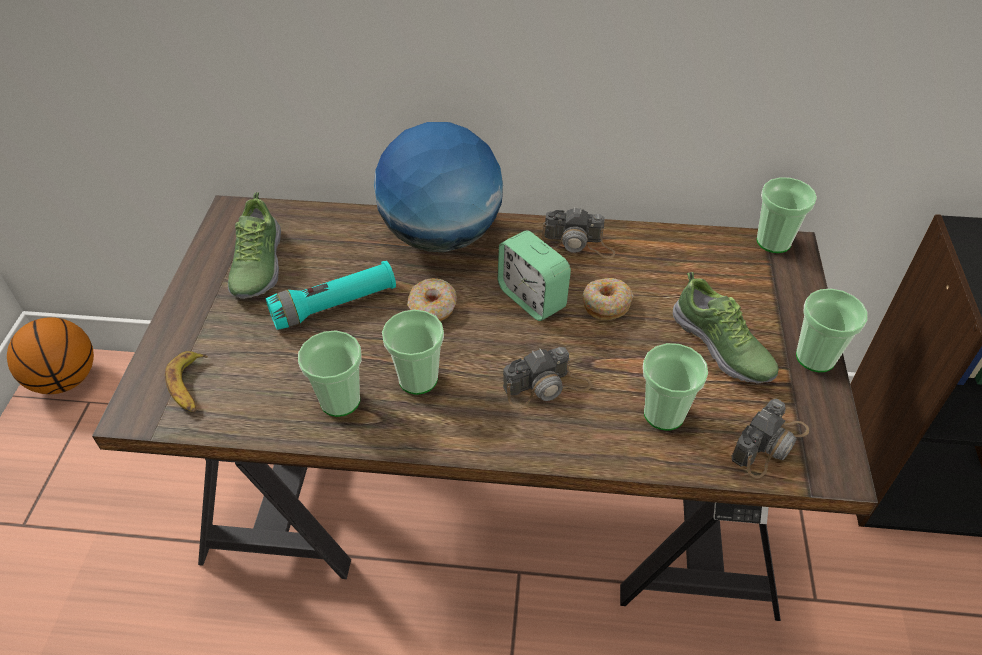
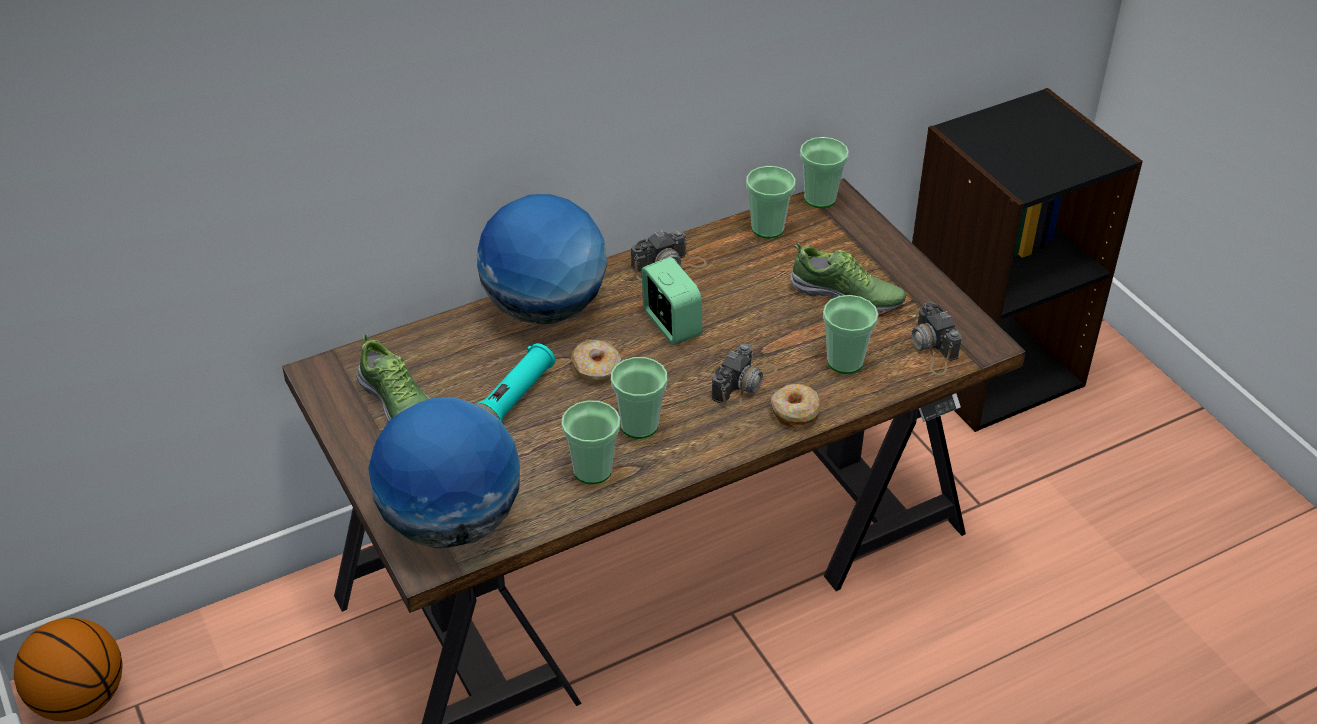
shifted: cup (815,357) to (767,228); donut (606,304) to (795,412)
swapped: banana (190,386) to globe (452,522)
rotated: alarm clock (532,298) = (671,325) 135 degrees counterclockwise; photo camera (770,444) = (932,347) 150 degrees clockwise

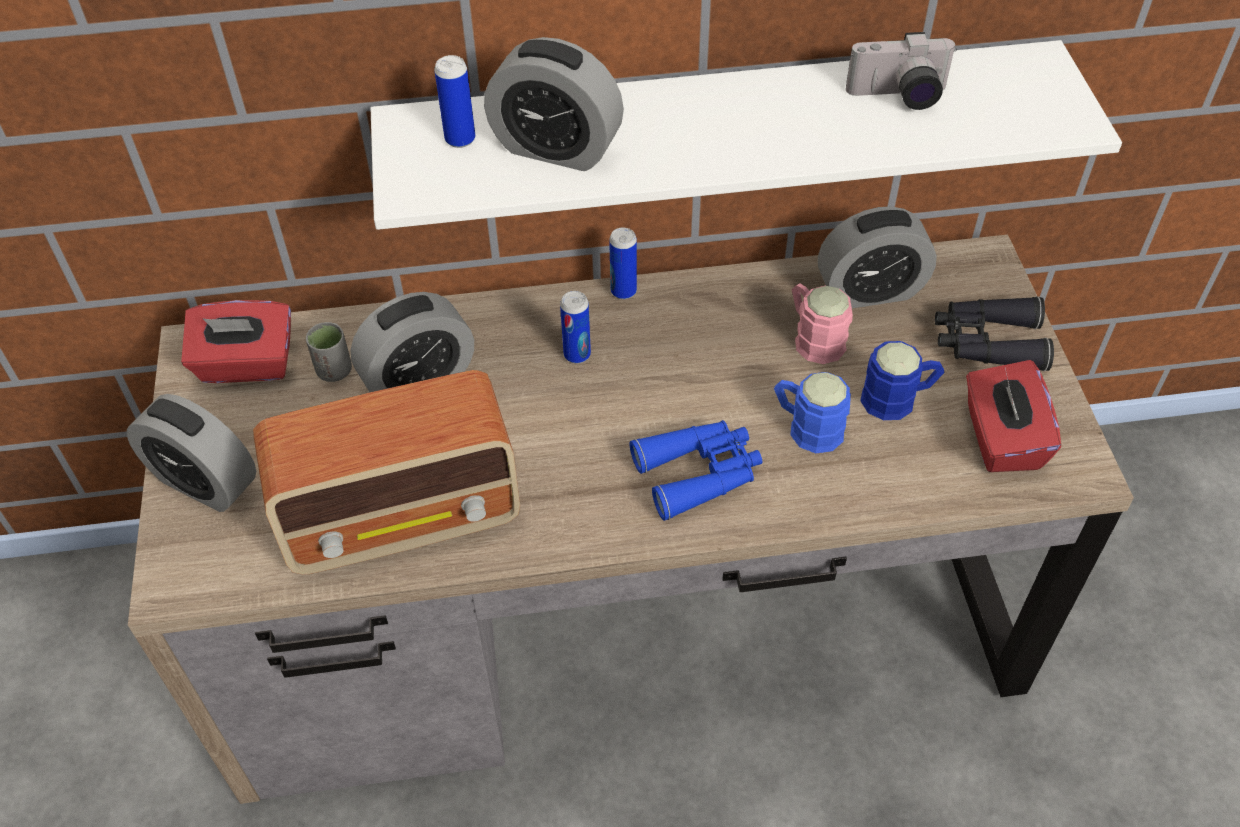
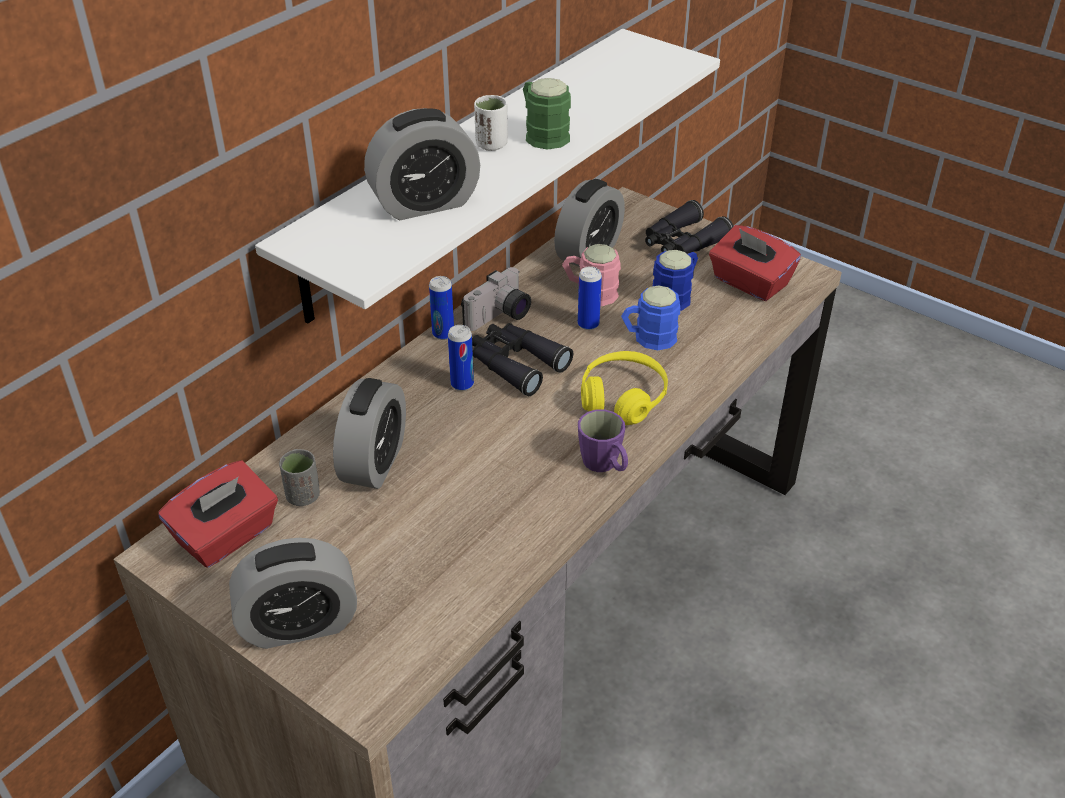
gone: radio (404,517)
new: black binoculars (515,364); white cup (491,145); green mug (542,134); purple mug (604,465)
shifted: photo camera (899,97) to (500,317); can (460,139) to (588,324)
swapped: blue binoculars (699,473) to yellow headphones (622,398)

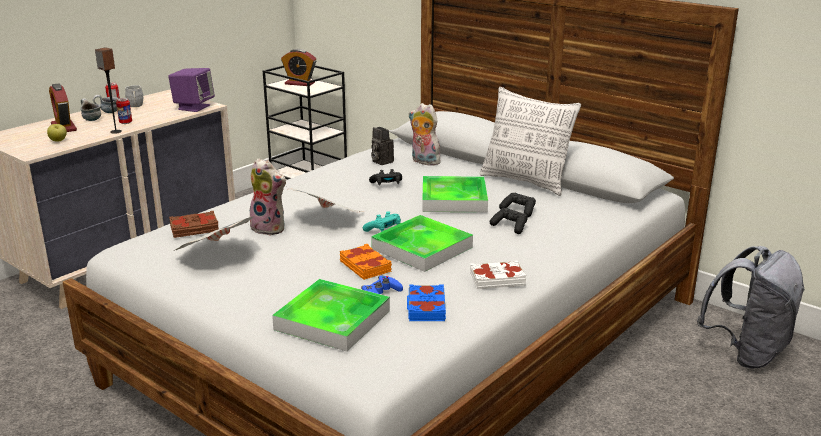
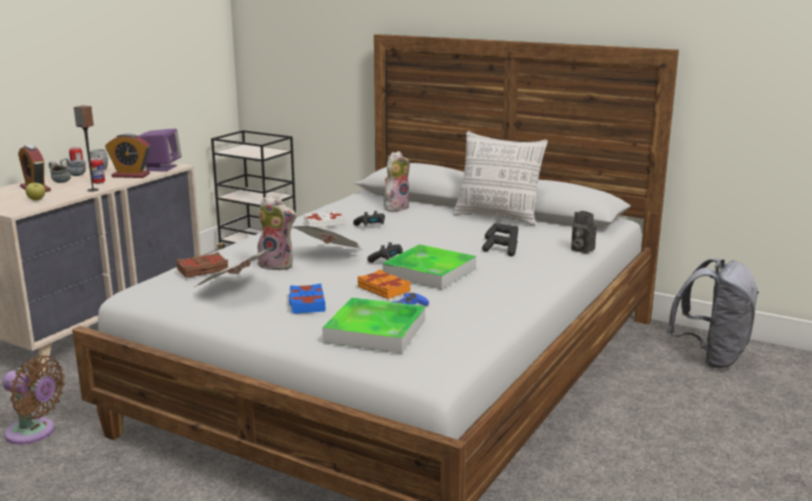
gone: tray (454,199)
new: brown fan (34,433)
shifted: alarm clock (300,83) to (130,175); blue book (425,308) to (306,304); white book (496,279) to (324,223); photo camera (381,161) to (581,249)
repainted: turquoise game controller (383,229) to black game controller (386,260)
rotated: plush toy (423,162) = (396,207) 105 degrees clockwise

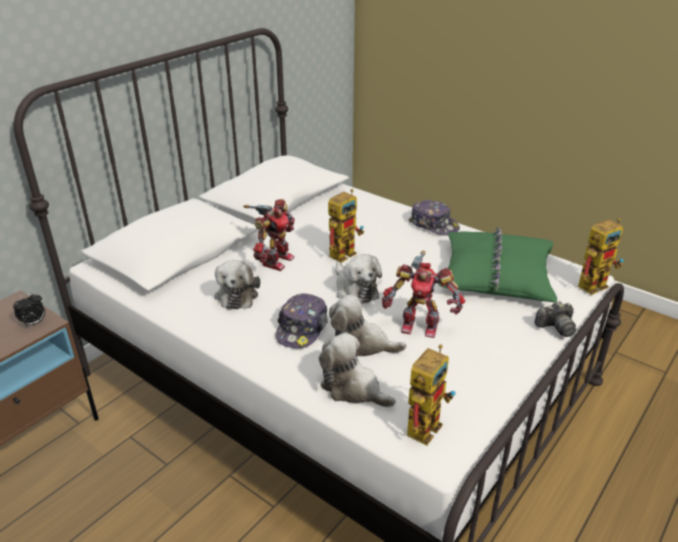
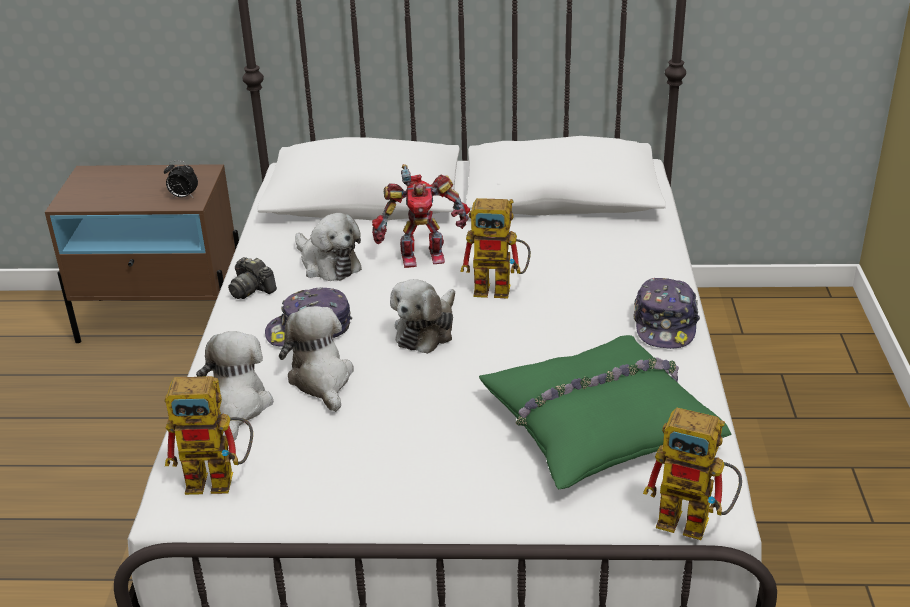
gone: toy robot (420,325)
shifted: photo camera (556,327) to (251,289)
rotated: plush toy (237,294) = (328,264) 90 degrees counterclockwise

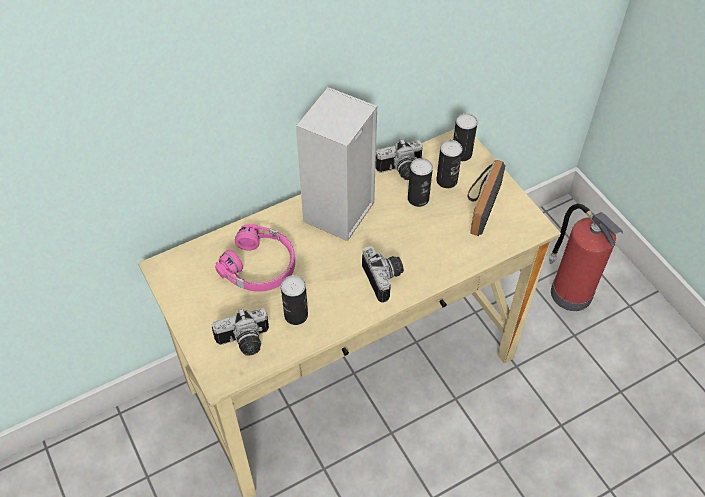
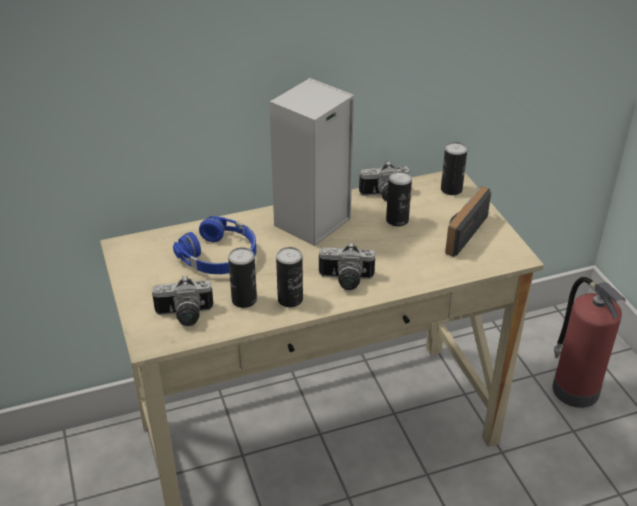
shifted: can (446,180) to (290,299)
repainted: pink headphones (260,266) to blue headphones (220,256)
rotated: photo camera (385,278) = (345,281) 105 degrees clockwise

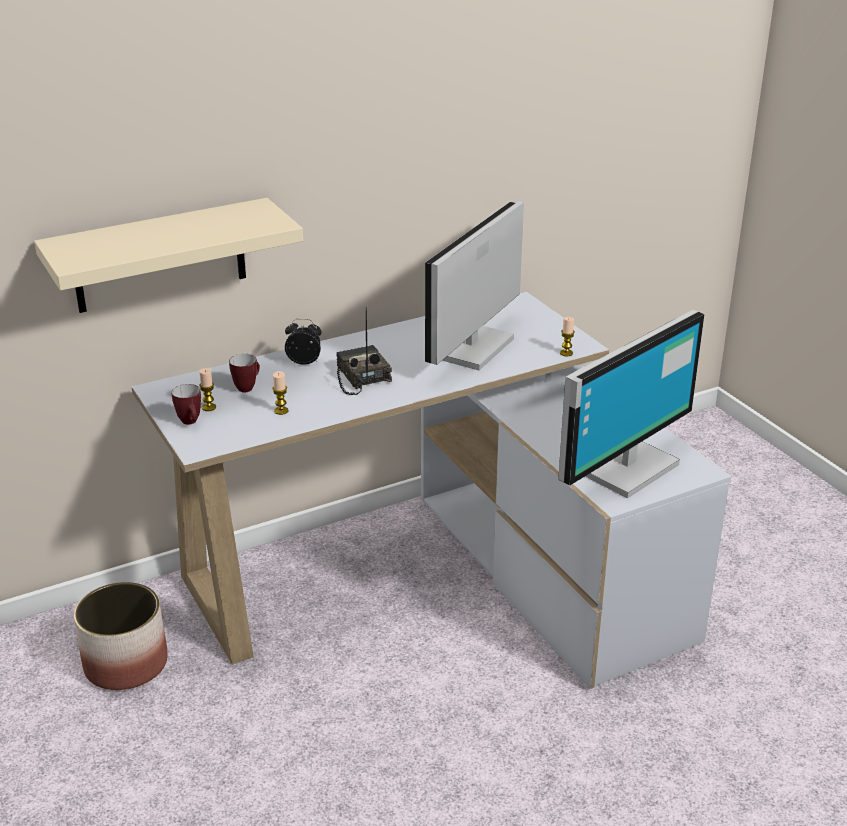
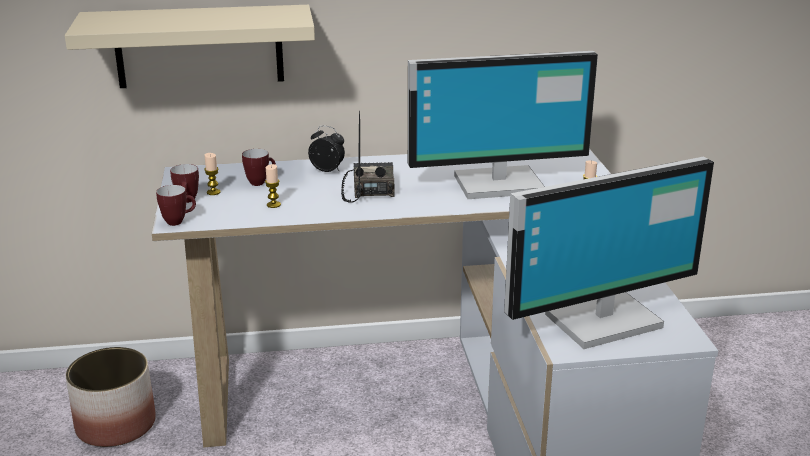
new: mug (178,221)
rotated: monitor (475,348) = (497,183) 150 degrees counterclockwise

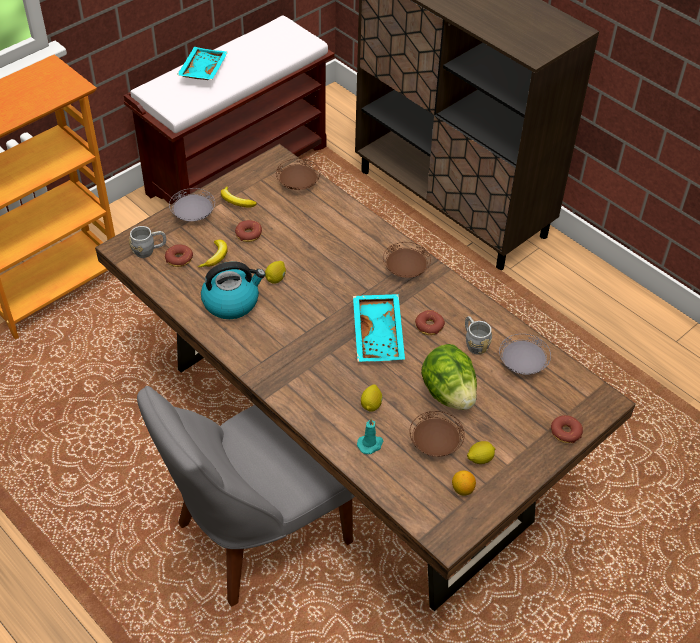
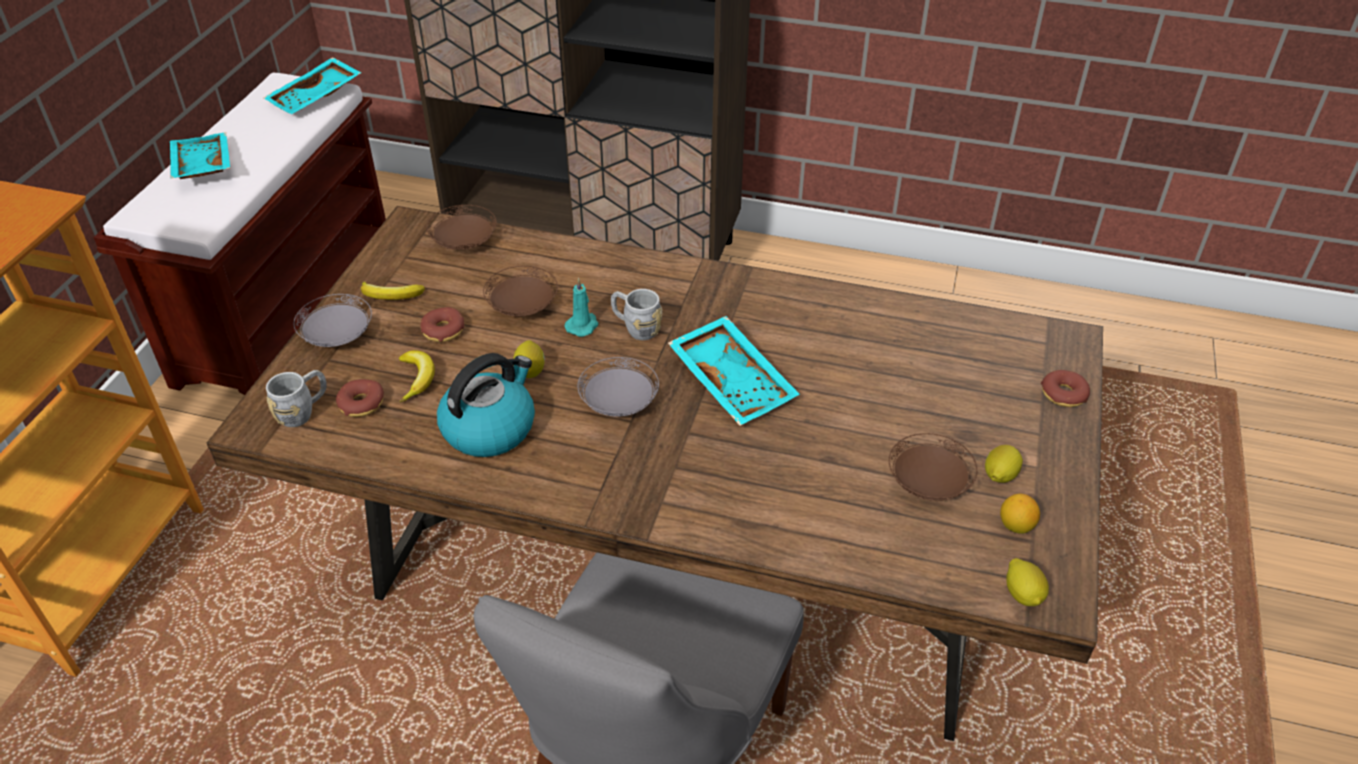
gone: donut (429,326); lettuce (448,393)
new: turquoise tray (316,97)
shifted: brown plate (406,270) to (523,307); turquoise candle (370,444) to (583,325); grey plate (522,363) to (619,403); grey mug (474,343) to (636,328); lemon (371,405) to (1023,594)

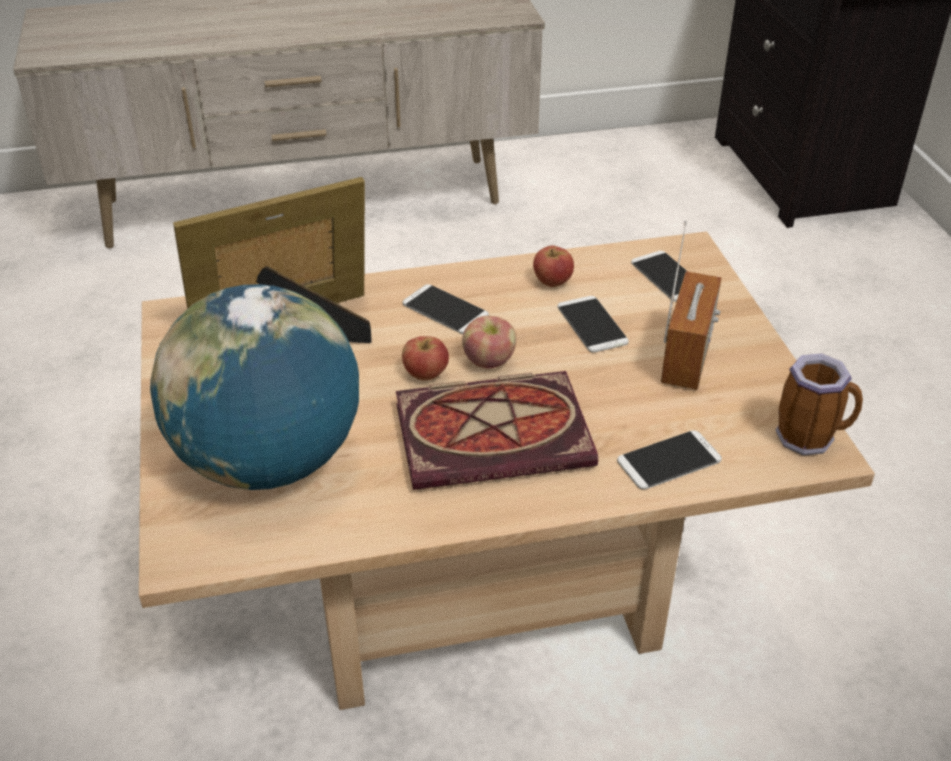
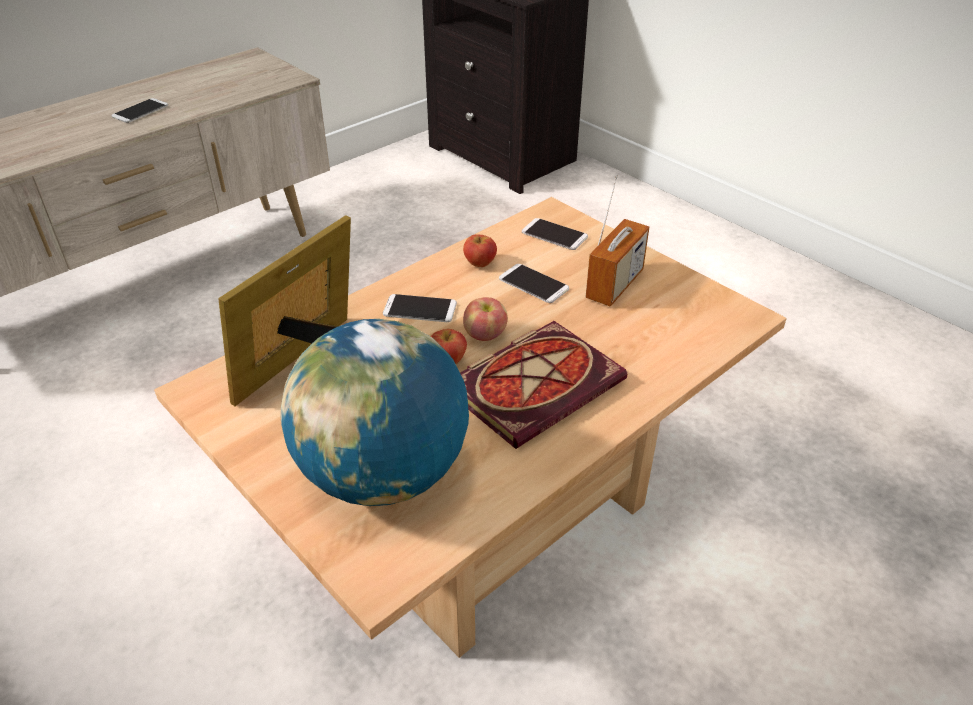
gone: mug (810,437)
shifted: phone (669,461) to (140,111)
rotated: radio (687,358) = (614,285) 45 degrees clockwise

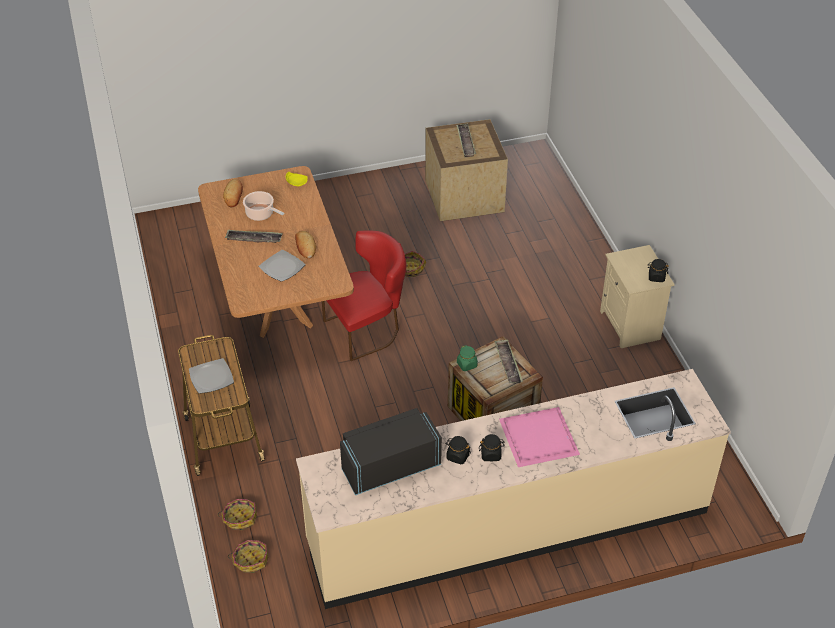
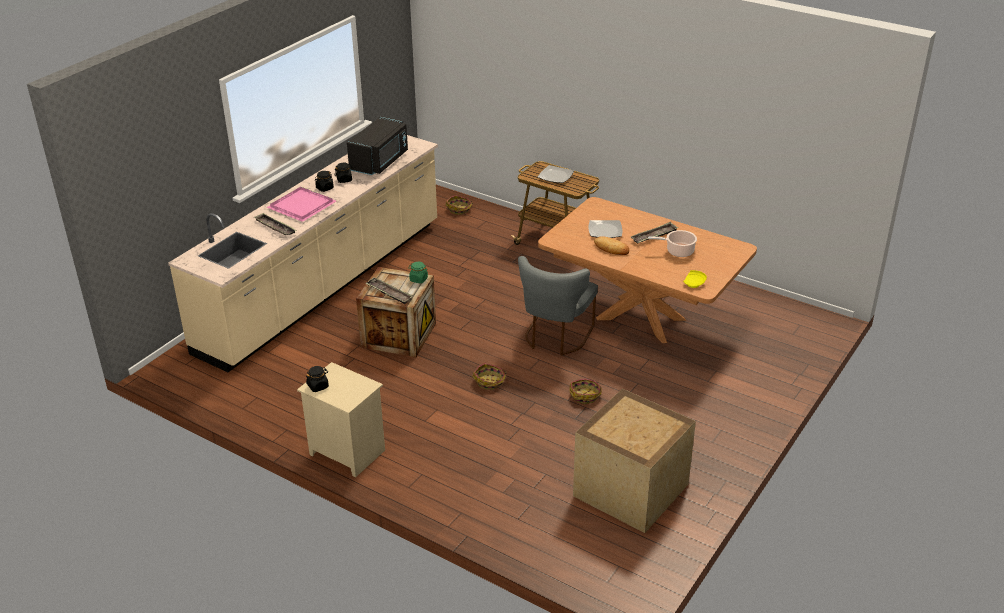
gone: bread (234,195)
shifted: tray (465,142) to (275,227); basket (240,518) to (490,381)
repainted: red chair (367,329) to grey chair (555,337)

